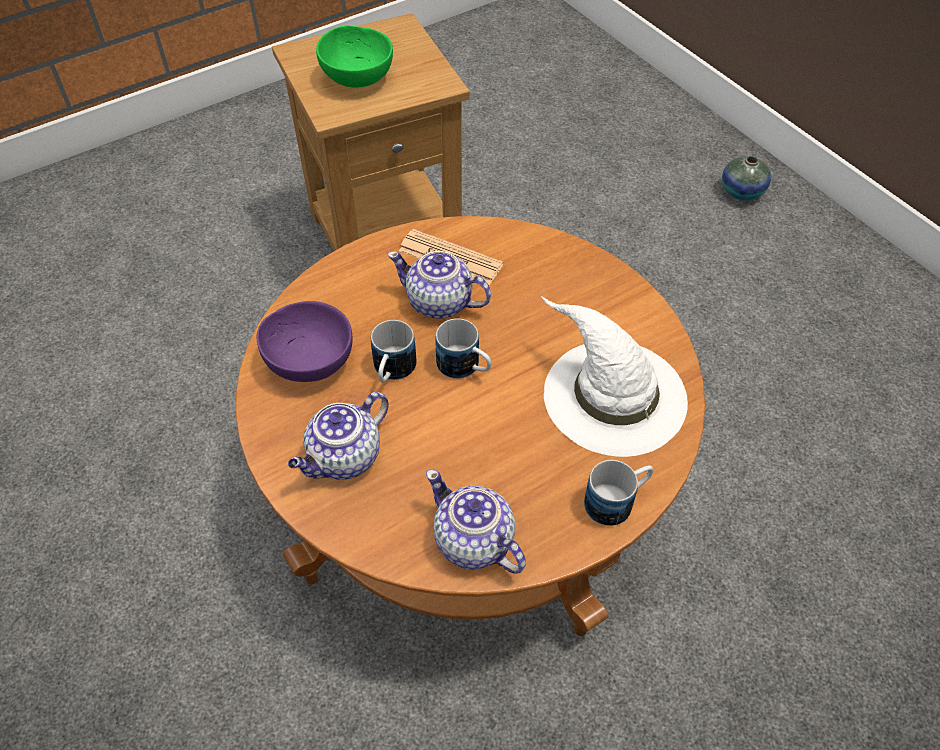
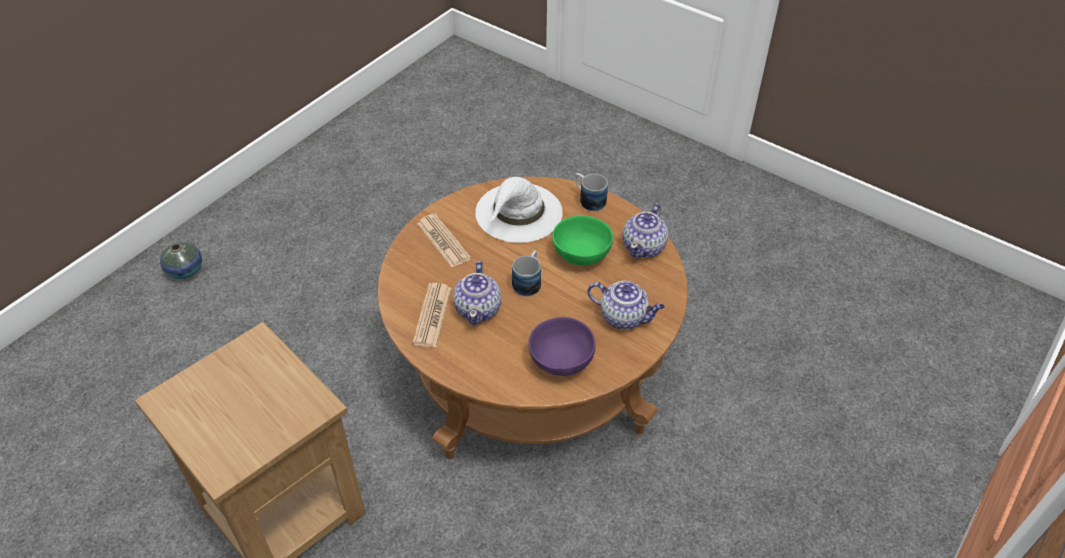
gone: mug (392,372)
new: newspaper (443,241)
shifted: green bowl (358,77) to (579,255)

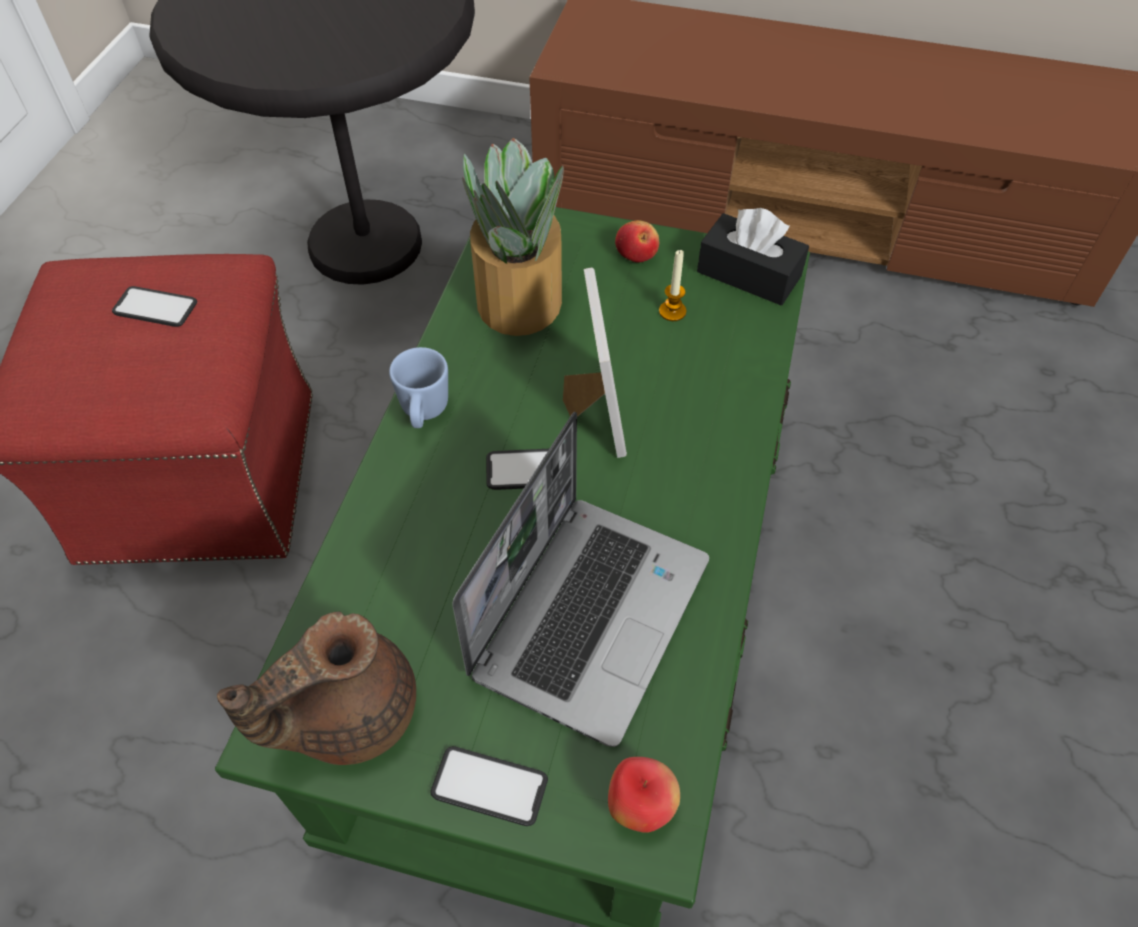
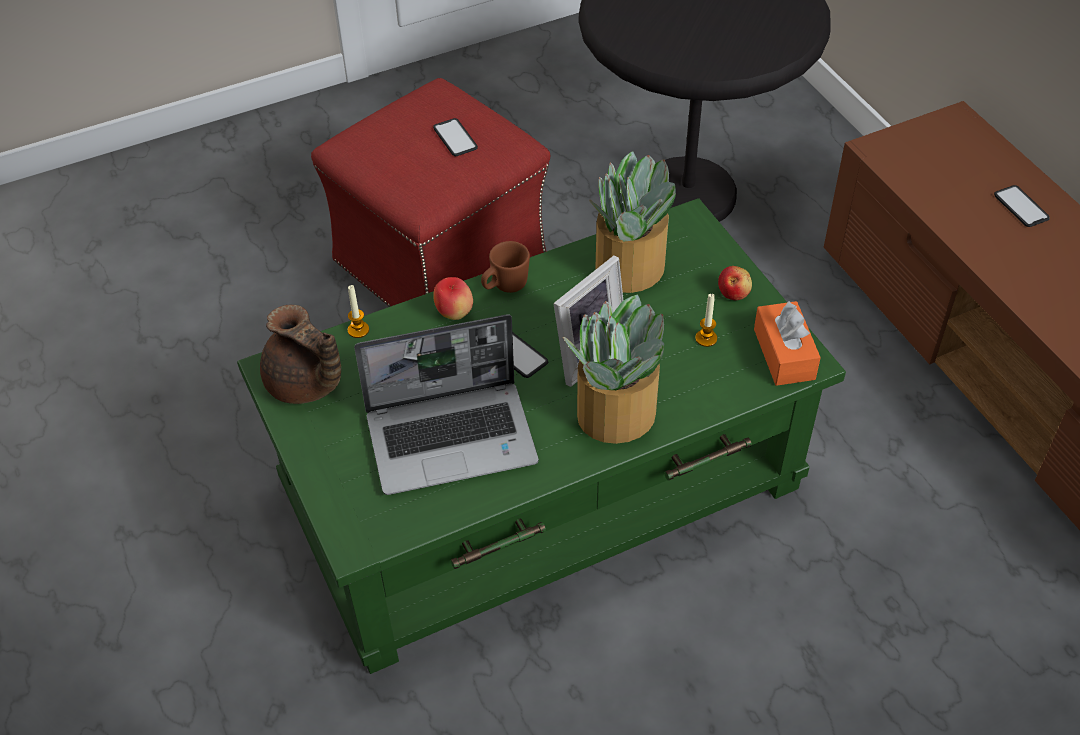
new: candle (358,330); potted plant (614,414)
shifted: apple (640,806) to (454,313); phone (489,786) to (1021,207)
repainted: blue mug (424,413) to brown mug (504,286); black tissue box (749,274) to orange tissue box (784,354)
rotated: brown teapot (347,713) = (306,384) 150 degrees counterclockwise

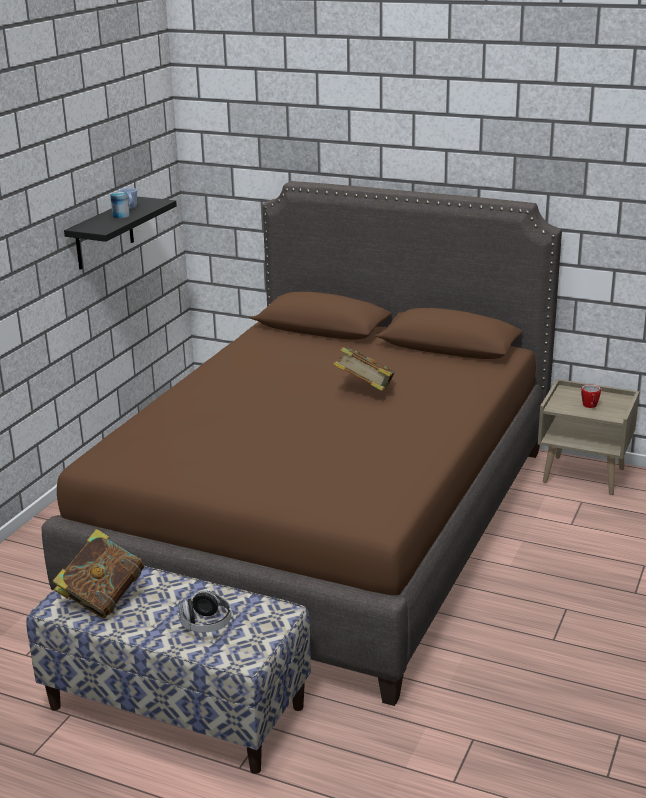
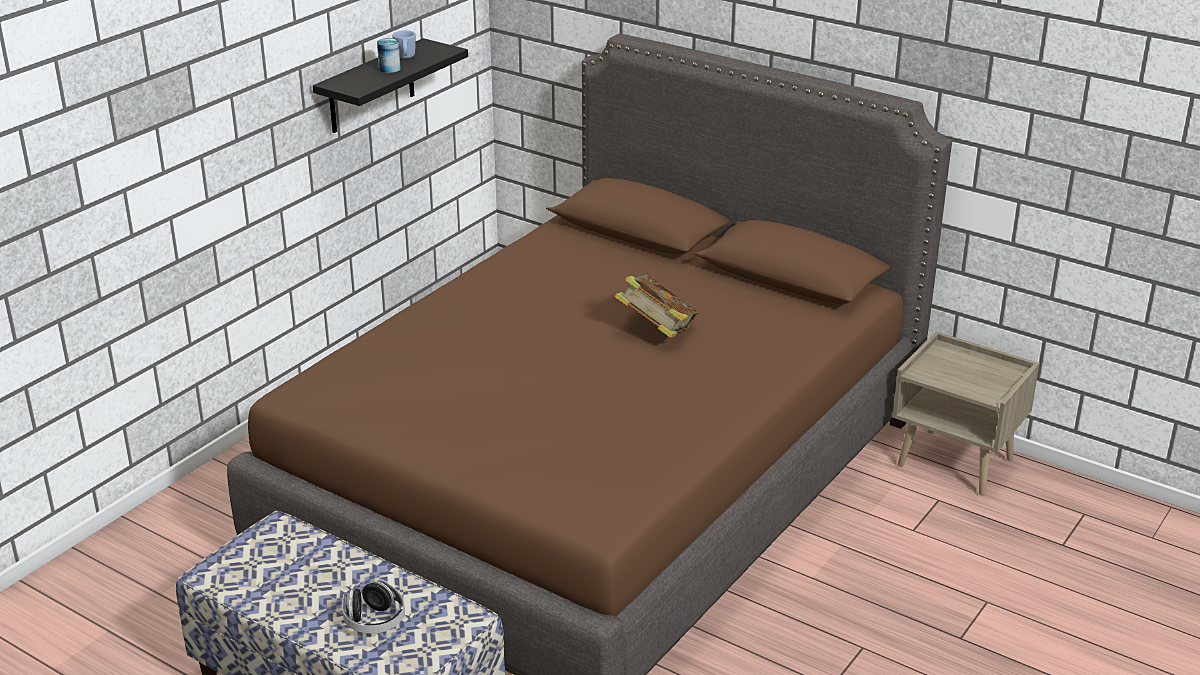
gone: book (103,599); mug (590,406)

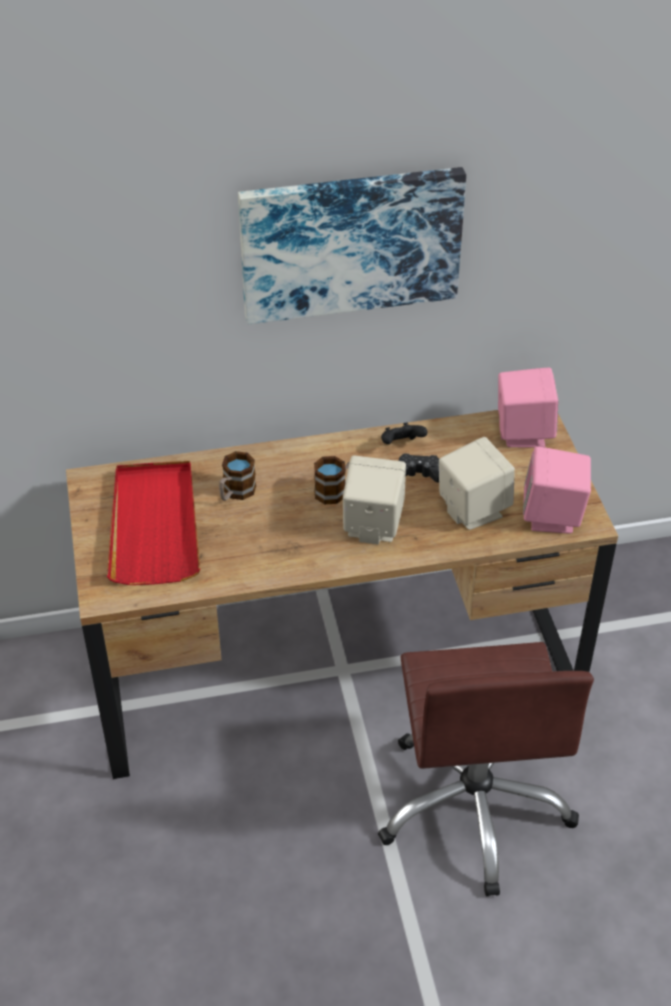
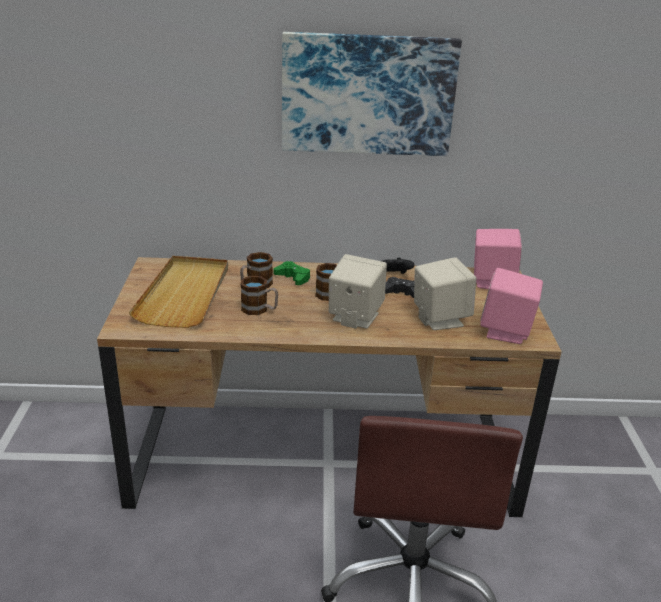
new: mug (259,309); green game controller (293,277)
repainted: red tray (154,525) to beige tray (185,294)

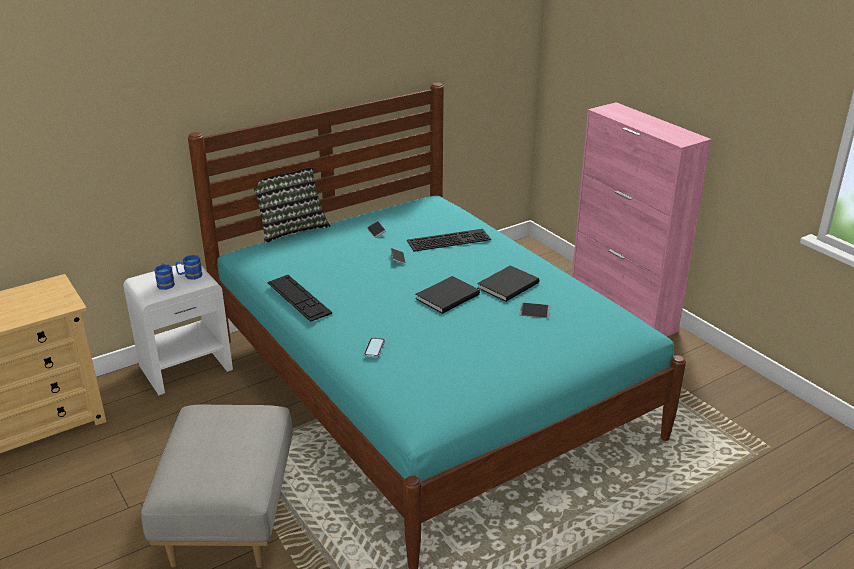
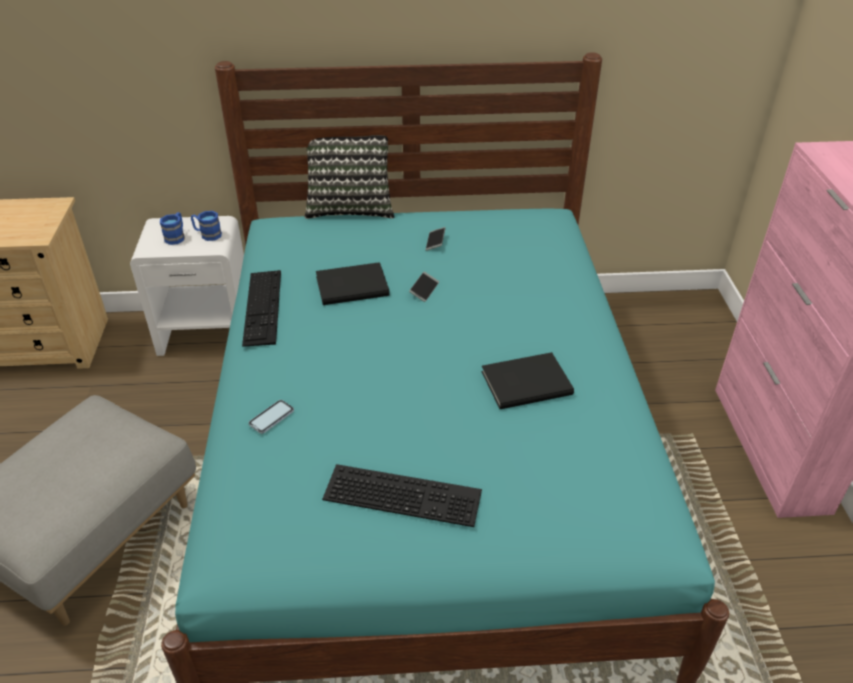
gone: phone (534,313)
shifted: black book (445,296) to (350,285); keyboard (449,239) to (404,493)

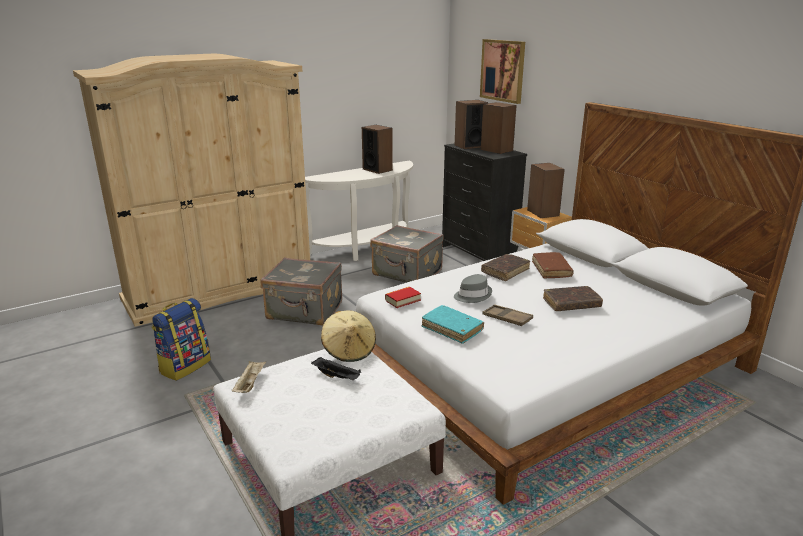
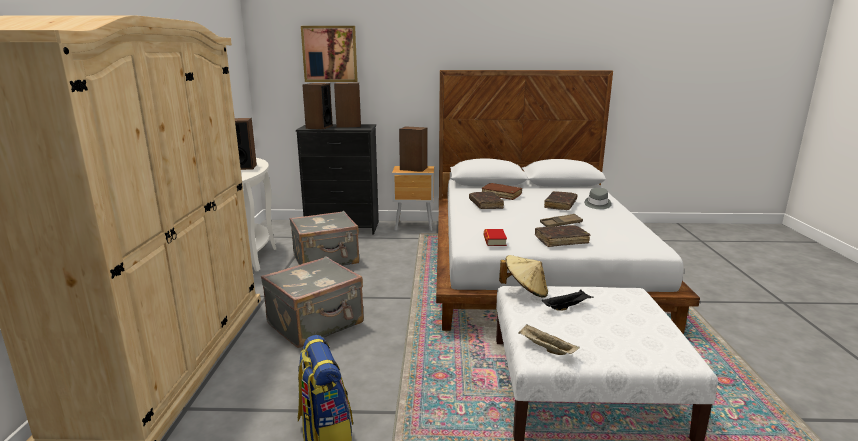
shifted: grey hat (472,295) to (597,204)
repainted: turquoise book (452,329) to brown book (561,240)

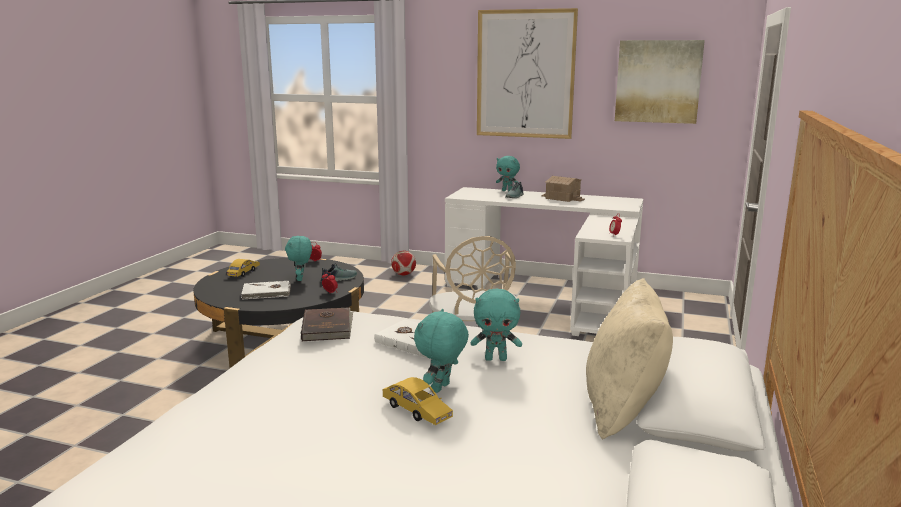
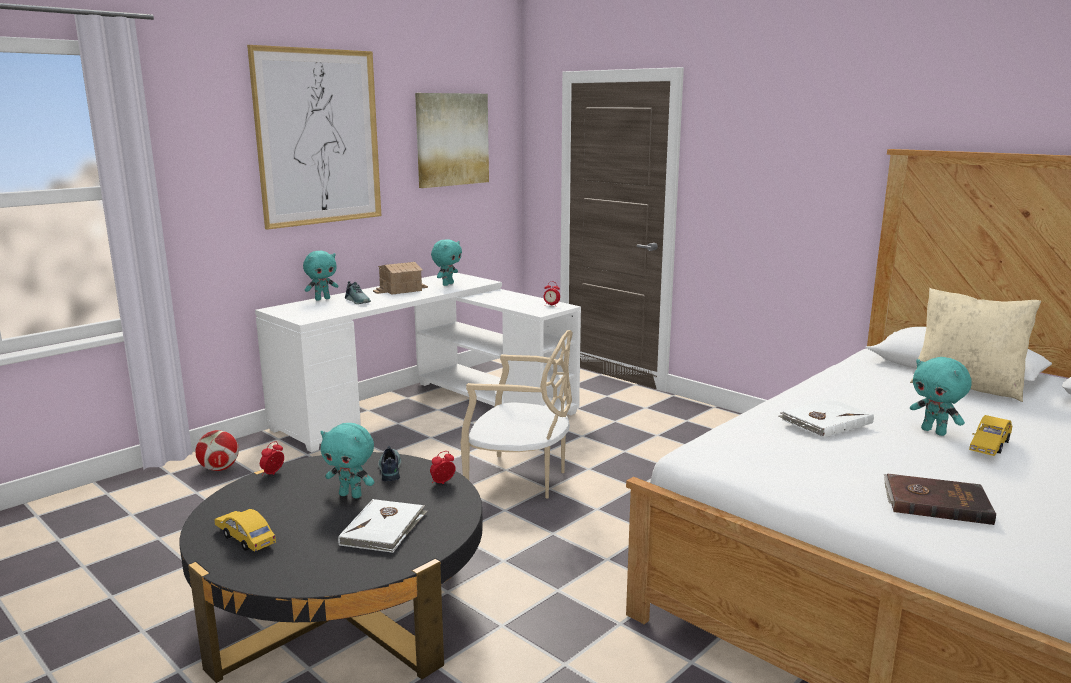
shifted: turquoise plush toy (496,359) to (447,284); brown book (328,327) to (935,502)
rotated: yellow toy car (416,411) = (989,446) 150 degrees clockwise

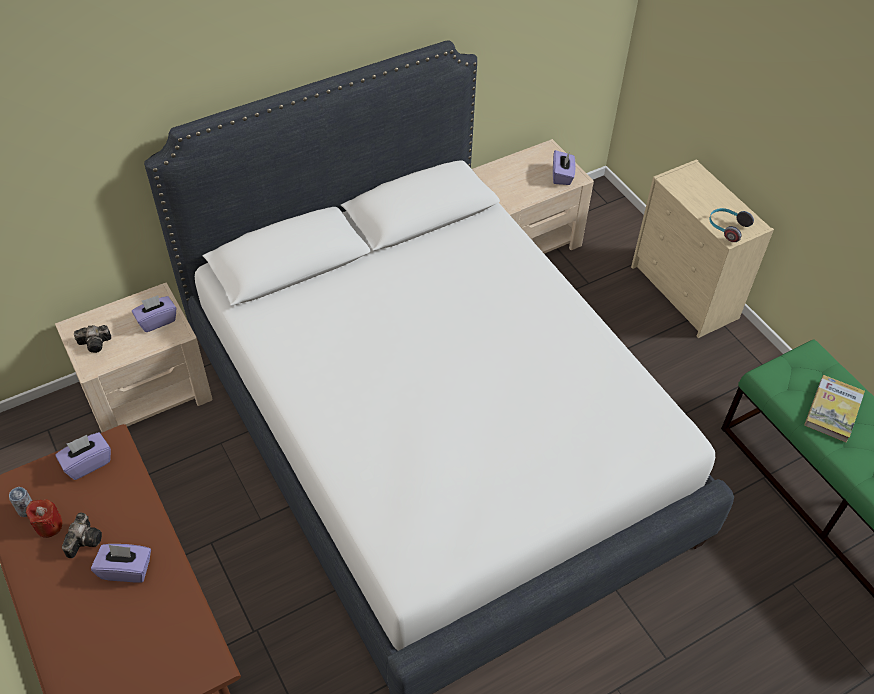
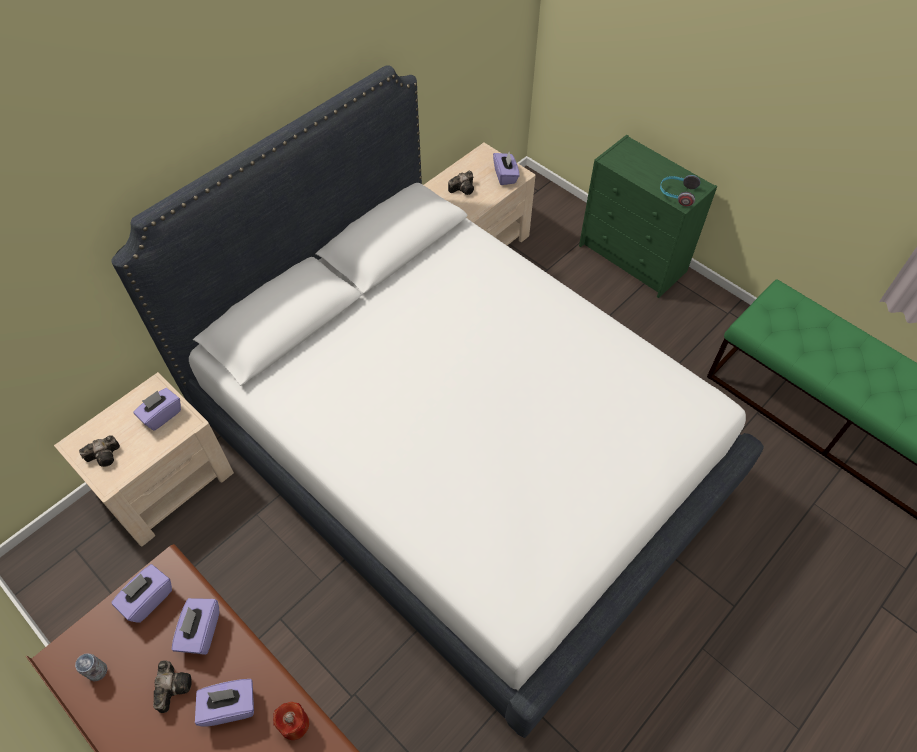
gone: book (833,410)
new: purple tissue box (200,632); photo camera (463,188)
shifted: red candle (49,526) to (294,724)
repainted: beige dresser (685,293) to green dresser (633,259)

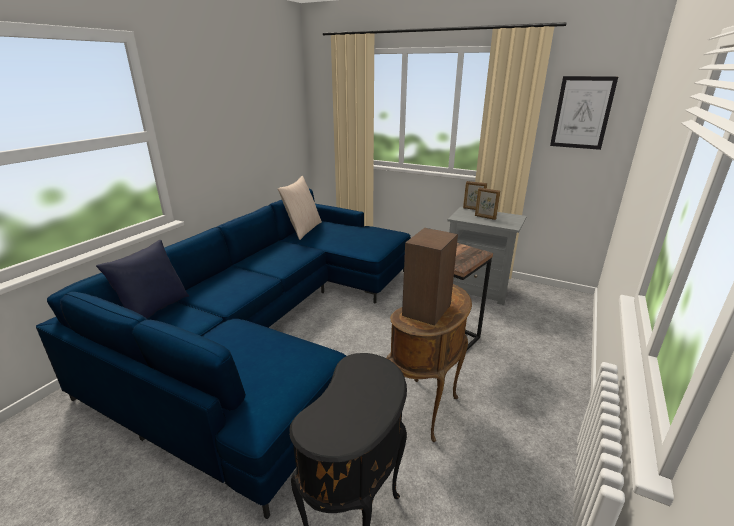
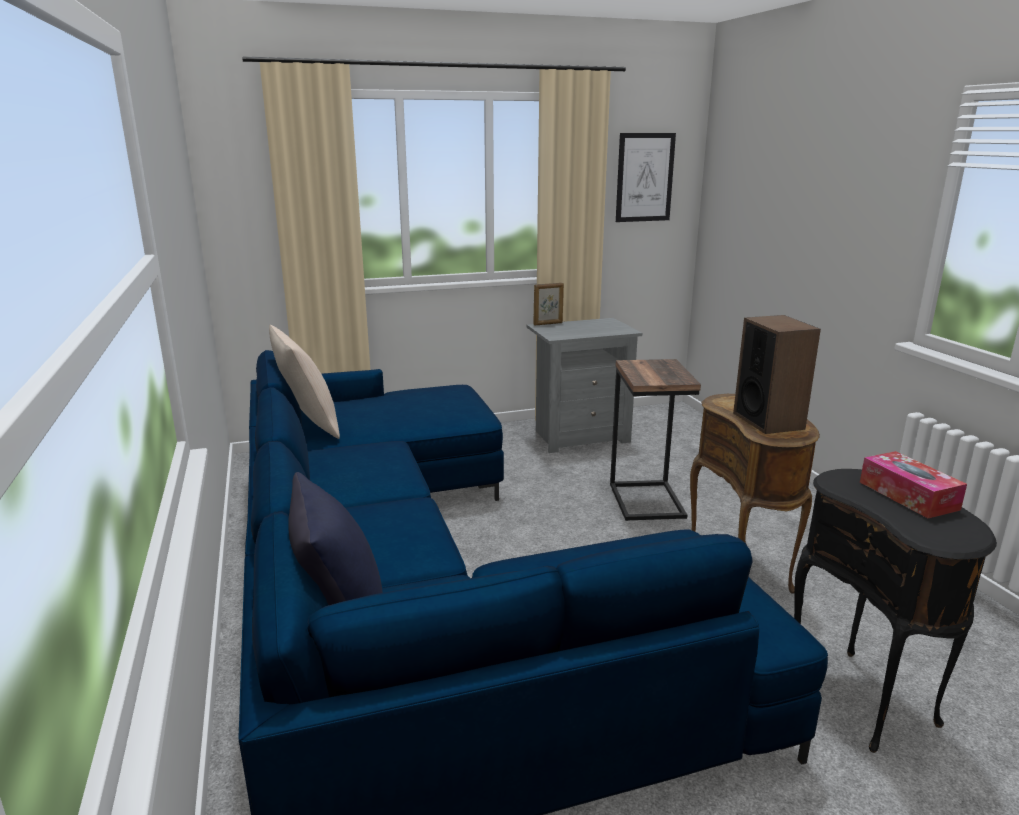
gone: picture frame (485,217)
new: tissue box (908,495)

